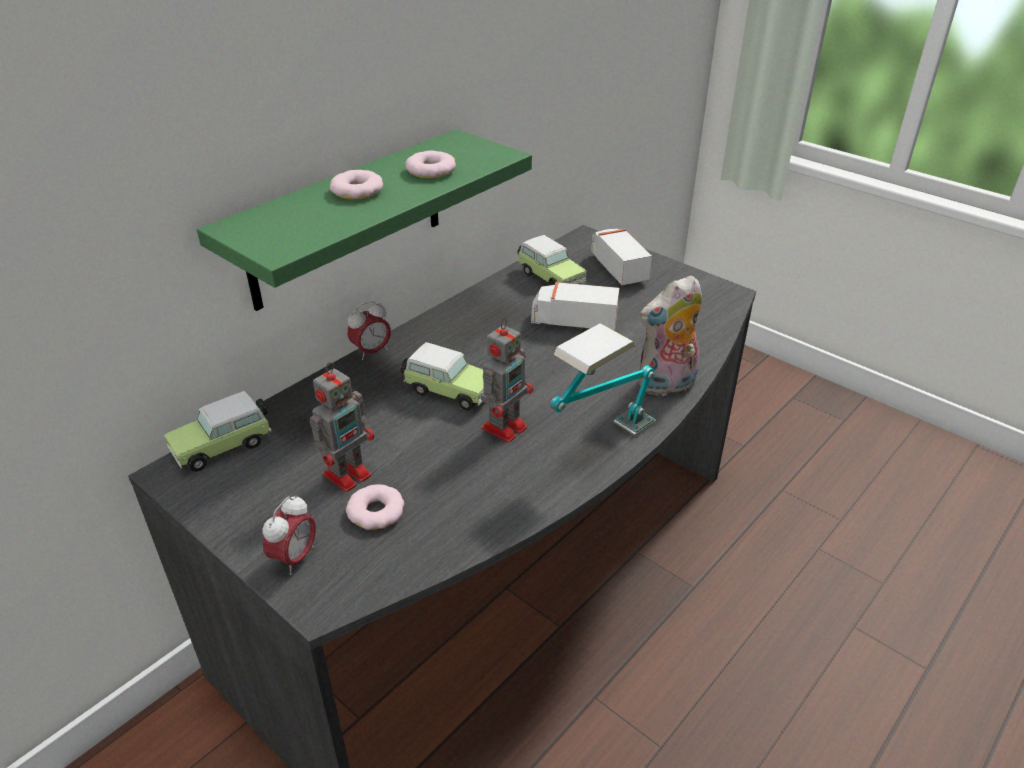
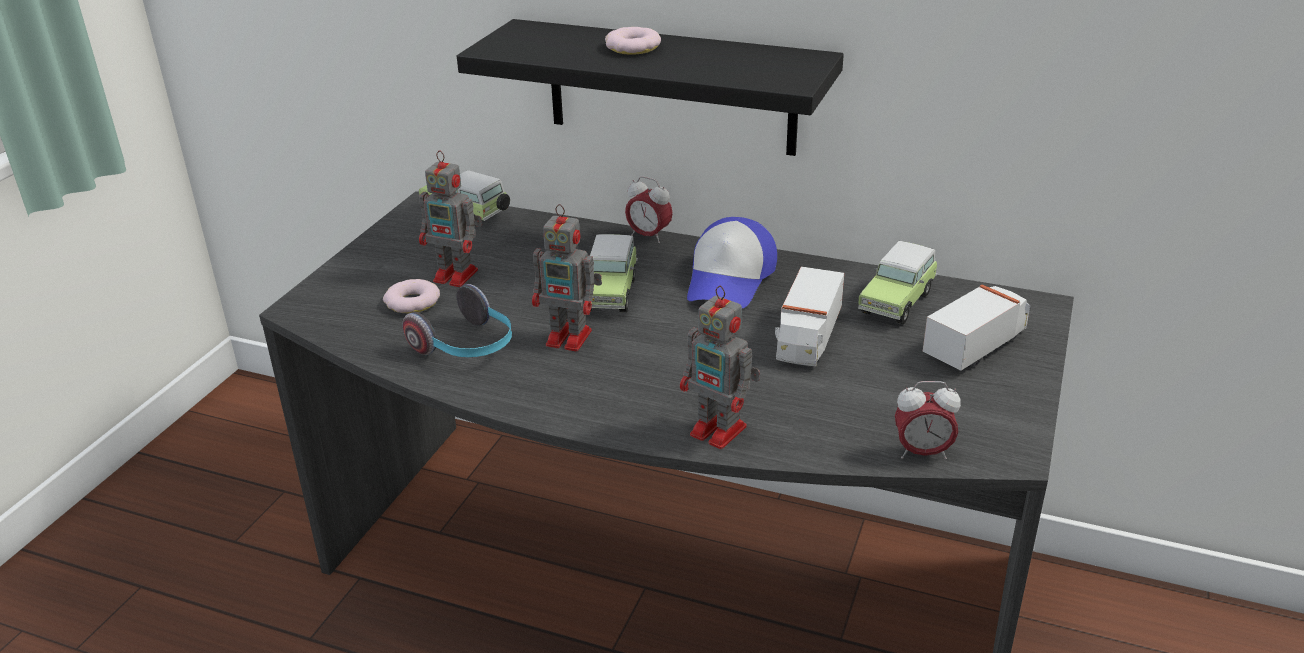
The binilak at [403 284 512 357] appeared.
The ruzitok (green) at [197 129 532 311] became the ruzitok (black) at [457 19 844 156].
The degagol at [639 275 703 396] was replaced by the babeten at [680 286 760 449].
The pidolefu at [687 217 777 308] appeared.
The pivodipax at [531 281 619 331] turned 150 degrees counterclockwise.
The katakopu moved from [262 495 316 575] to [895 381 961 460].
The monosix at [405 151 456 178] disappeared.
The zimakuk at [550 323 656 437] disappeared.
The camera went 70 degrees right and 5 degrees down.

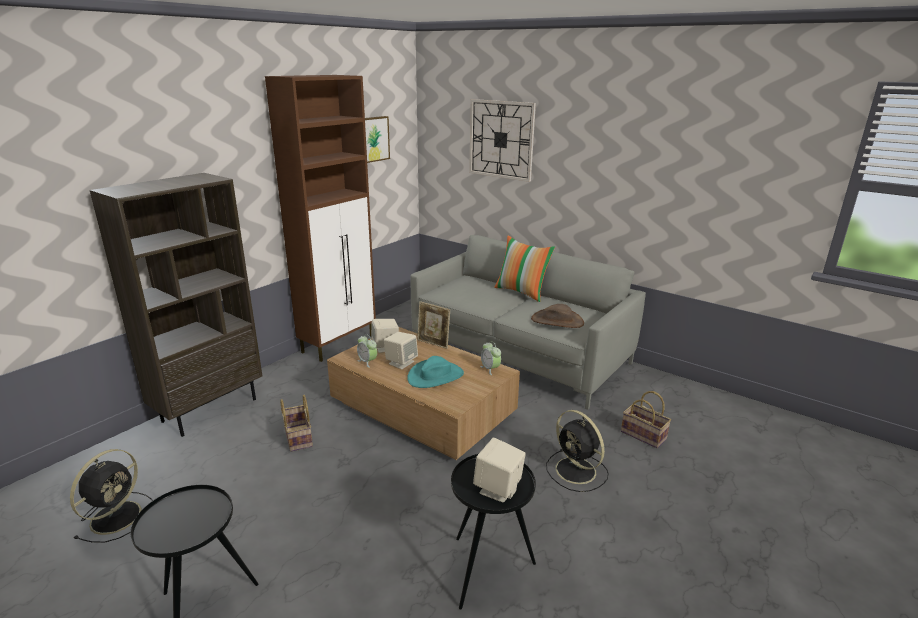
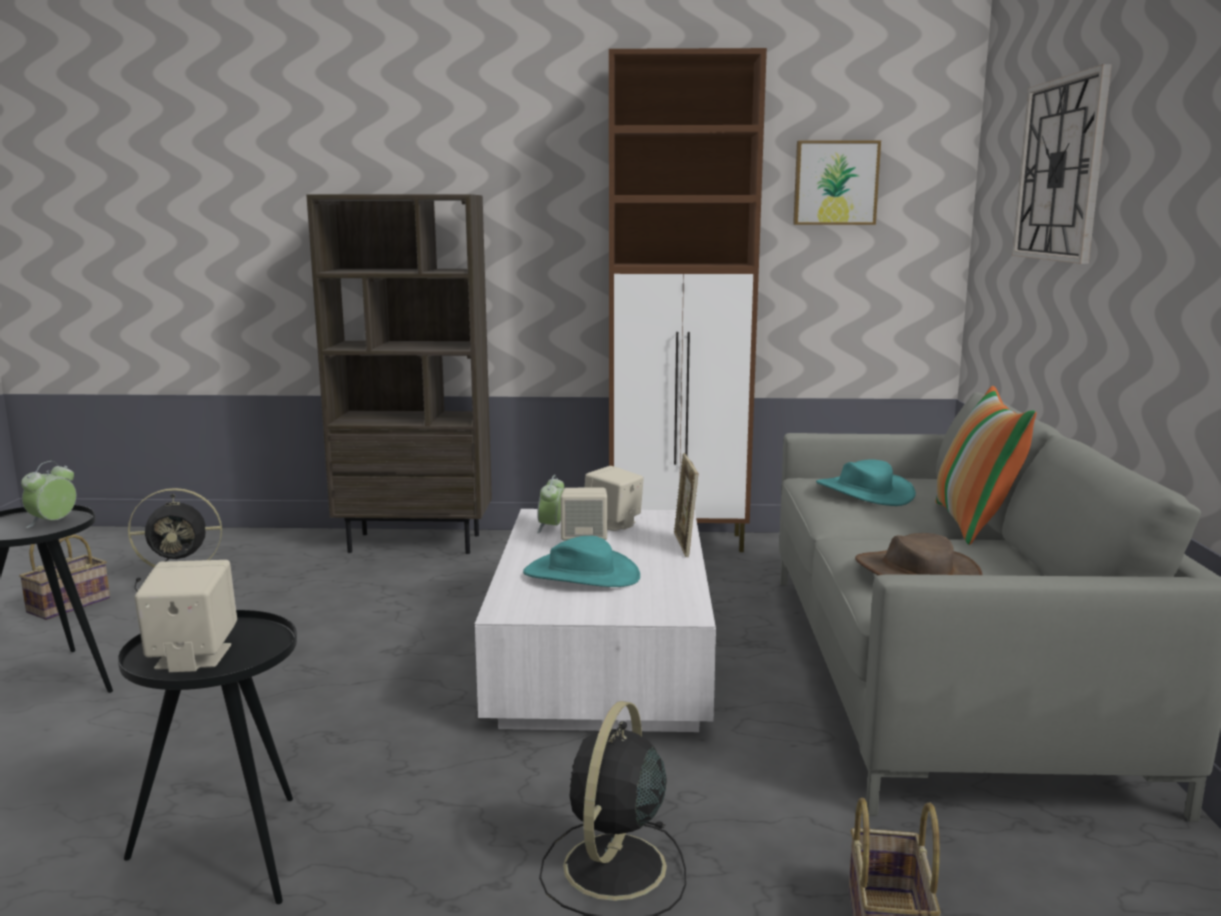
The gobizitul moved from [280 395 313 452] to [19 534 110 620].
The katakopu moved from [480 341 501 375] to [21 461 76 528].
The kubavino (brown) at [327 327 520 460] became the kubavino (white) at [475 509 716 732].
The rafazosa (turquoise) at [816 459 916 506] appeared.
The camera went 55 degrees right and 10 degrees down.

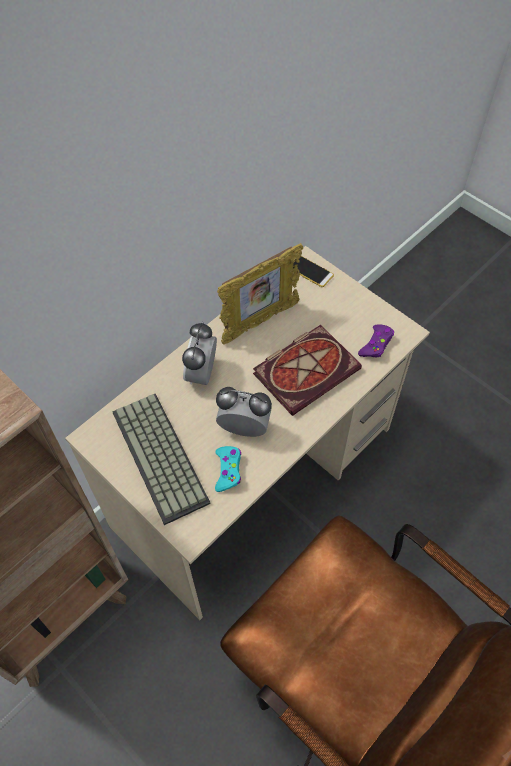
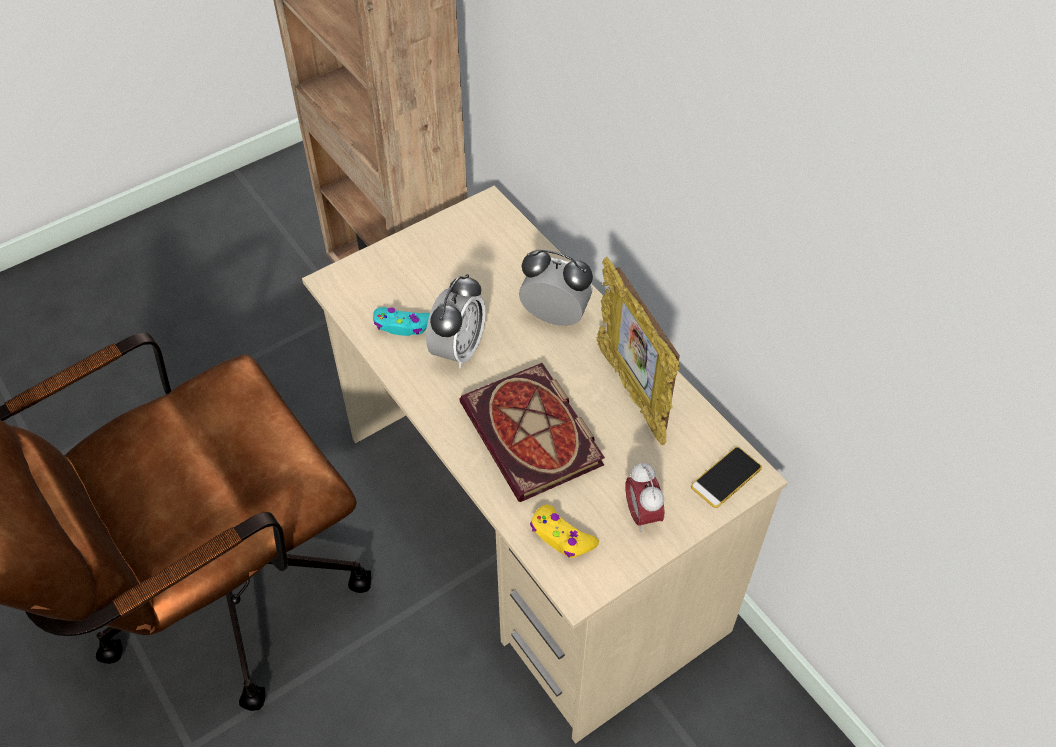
The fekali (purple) at [358 324 394 357] became the fekali (yellow) at [530 505 599 558].
The katakopu at [625 462 665 532] appeared.
The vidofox at [112 394 210 525] disappeared.
The camera went 100 degrees right and 5 degrees down.

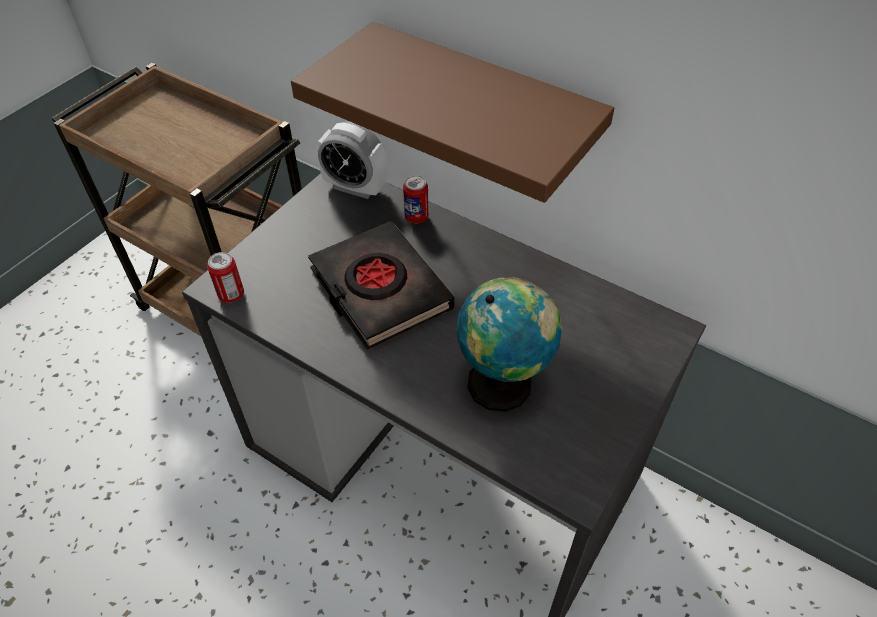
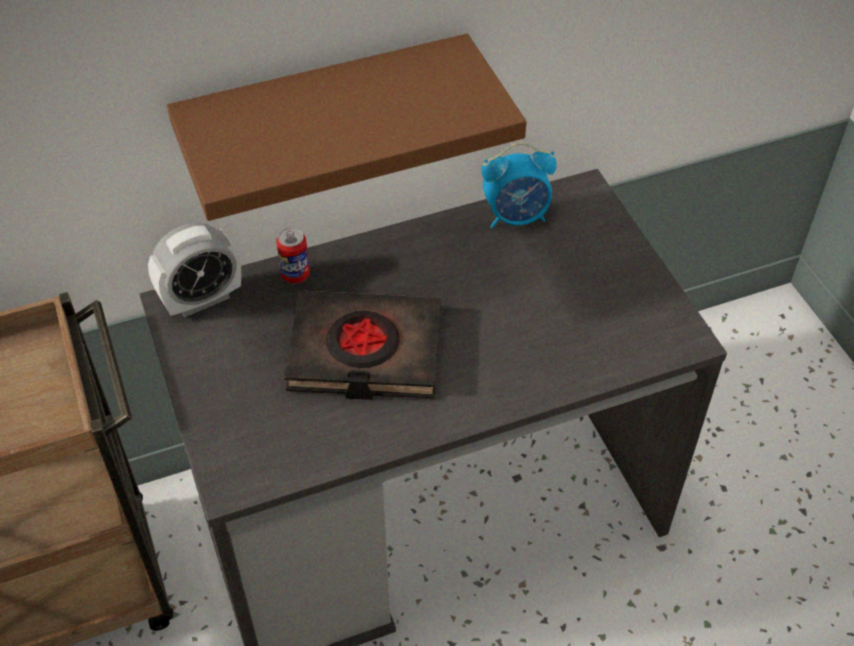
The katakopu at [482 142 557 229] appeared.
The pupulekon at [207 252 244 302] disappeared.
The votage at [457 277 562 412] disappeared.
The camera went 55 degrees left and 0 degrees up.

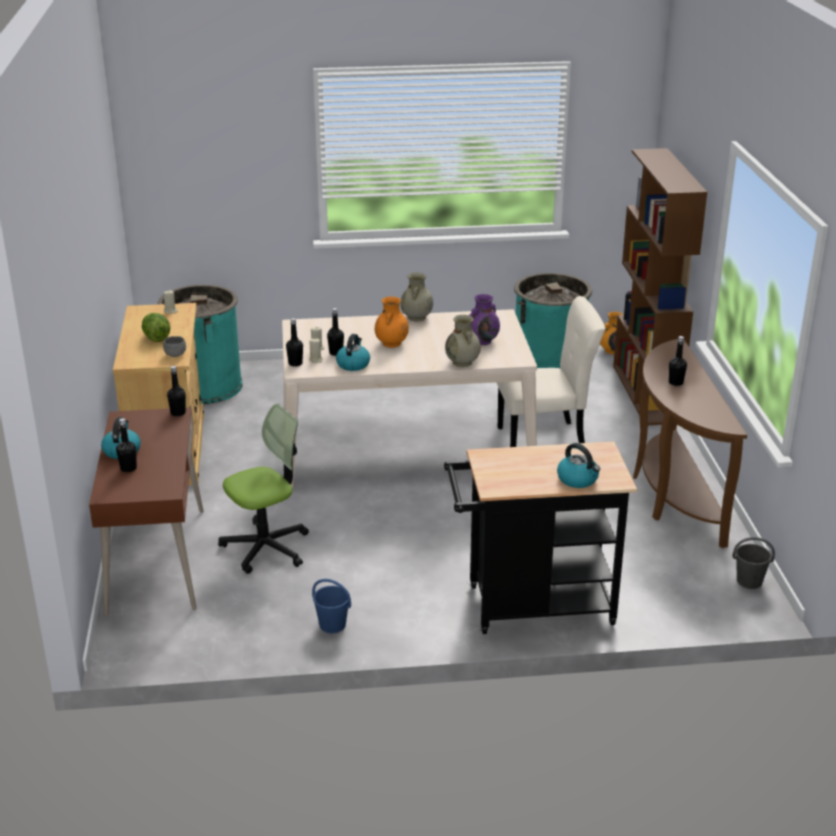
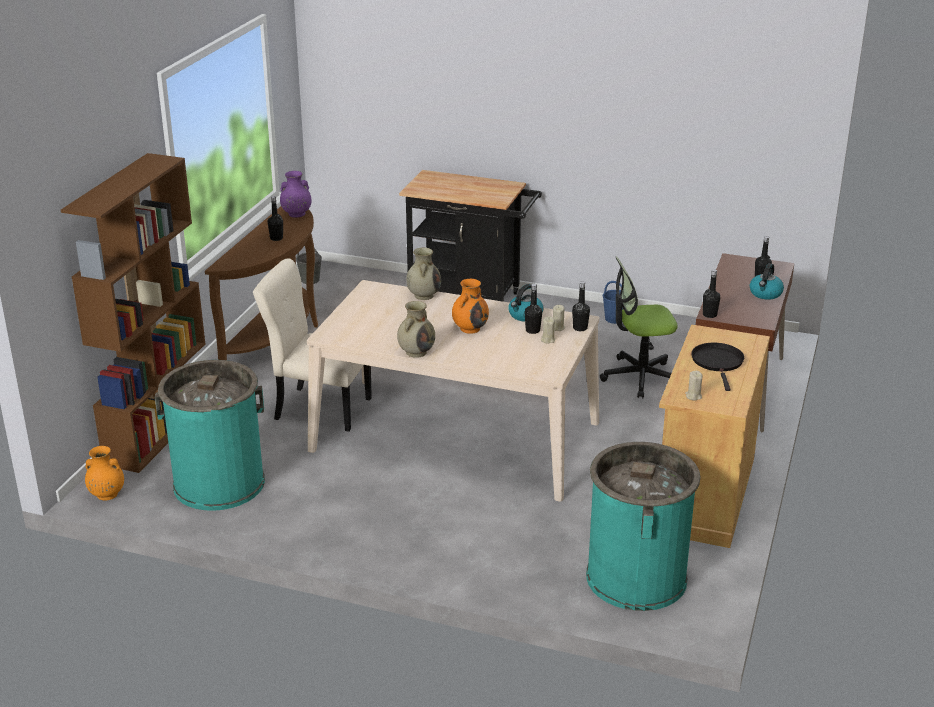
The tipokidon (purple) moved from [469 294 500 345] to [280 171 312 217].
The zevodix at [142 313 171 342] was replaced by the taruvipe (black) at [691 343 744 391].
The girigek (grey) at [163 336 186 357] disappeared.
The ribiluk at [557 443 600 488] disappeared.
The camera went 155 degrees left and 0 degrees up.

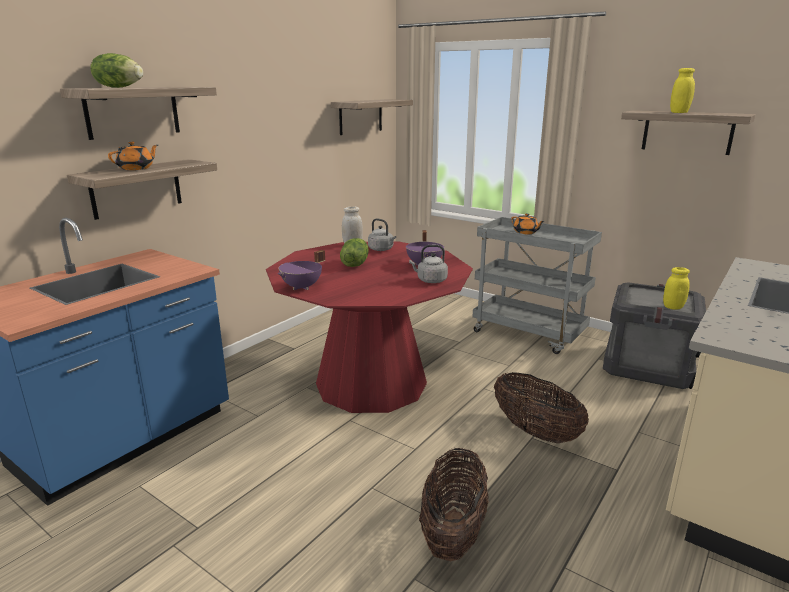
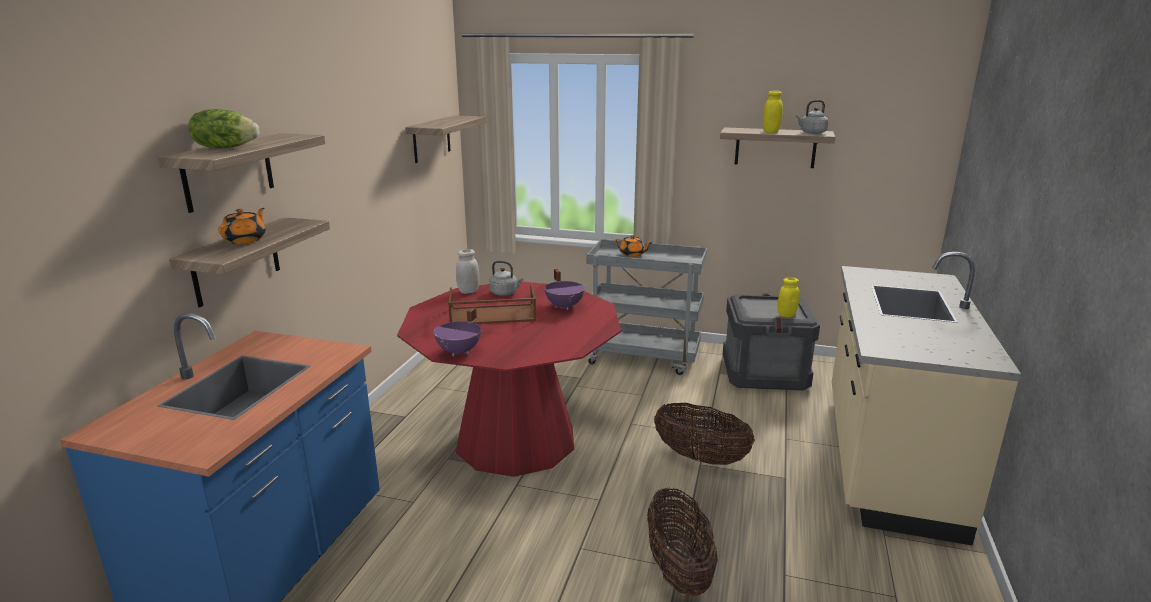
The zevodix at [340 238 369 267] was replaced by the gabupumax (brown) at [448 284 537 324].
The ribiluk (grey) moved from [409 245 448 283] to [796 100 829 134].
The camera went 20 degrees left and 0 degrees up.

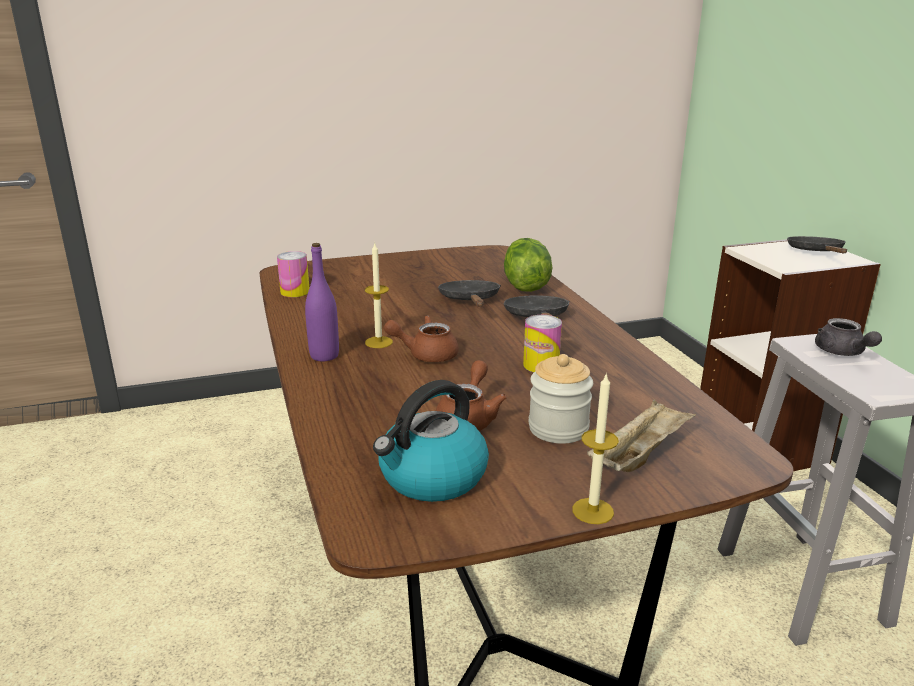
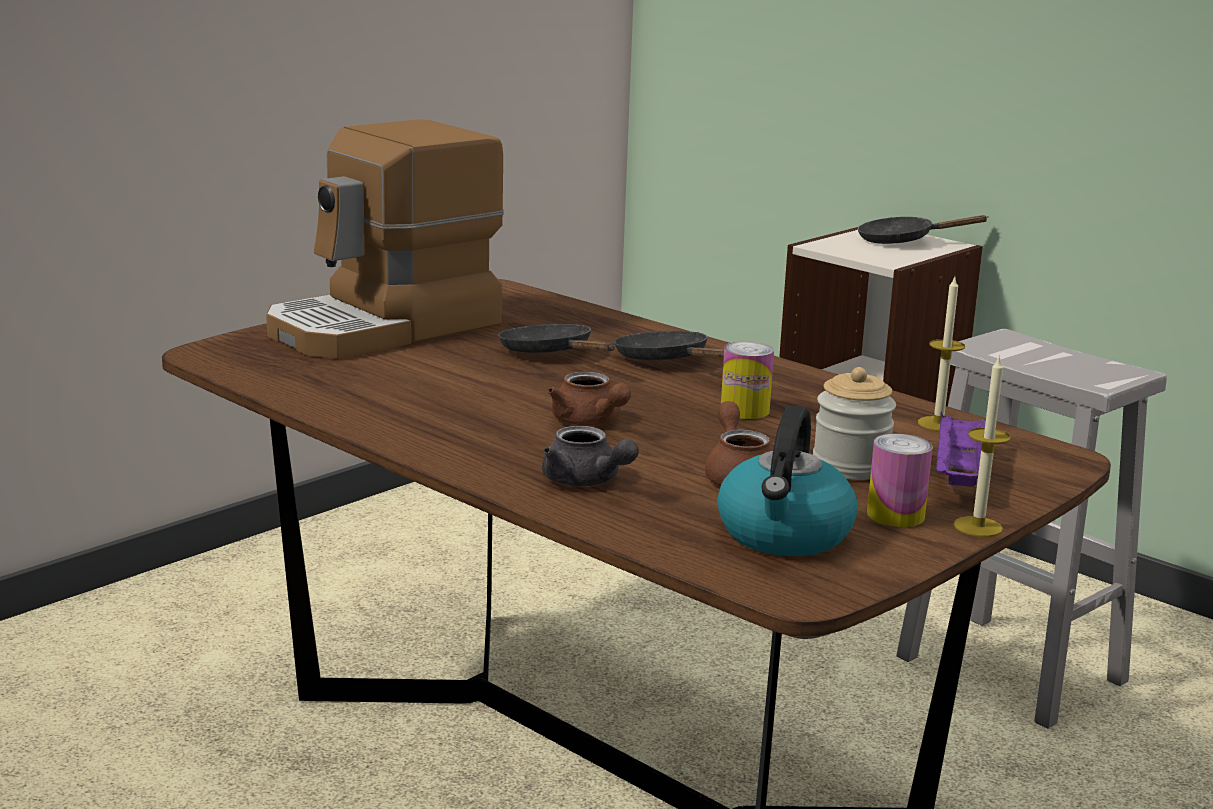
The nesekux at [266 119 504 359] appeared.
The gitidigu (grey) moved from [815 318 882 356] to [542 426 639 487].
The gitidigu (brown) at [384 315 459 362] turned 90 degrees counterclockwise.
The taruvipe (black) at [787 236 847 253] turned 60 degrees counterclockwise.
The pupulekon moved from [277 251 309 297] to [867 434 933 527].
The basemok moved from [365 243 393 348] to [918 277 965 431].
The gabupumax (beige) at [587 400 696 472] became the gabupumax (purple) at [936 412 986 487].
The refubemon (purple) at [305 243 339 361] disappeared.
The zevodix at [504 238 552 292] disappeared.
The camera went 30 degrees left and 5 degrees down.

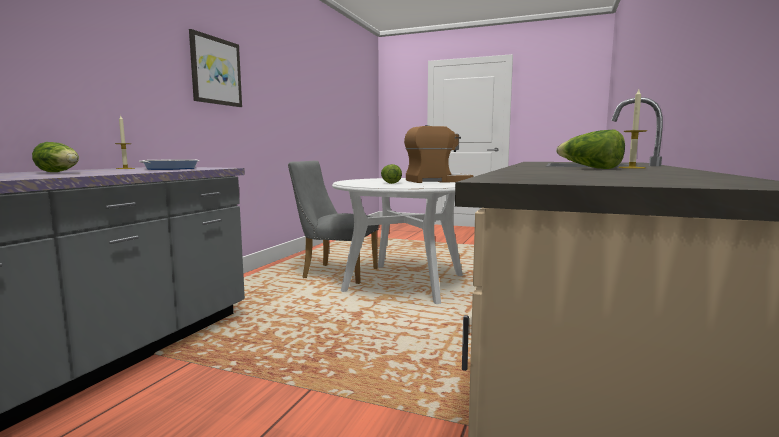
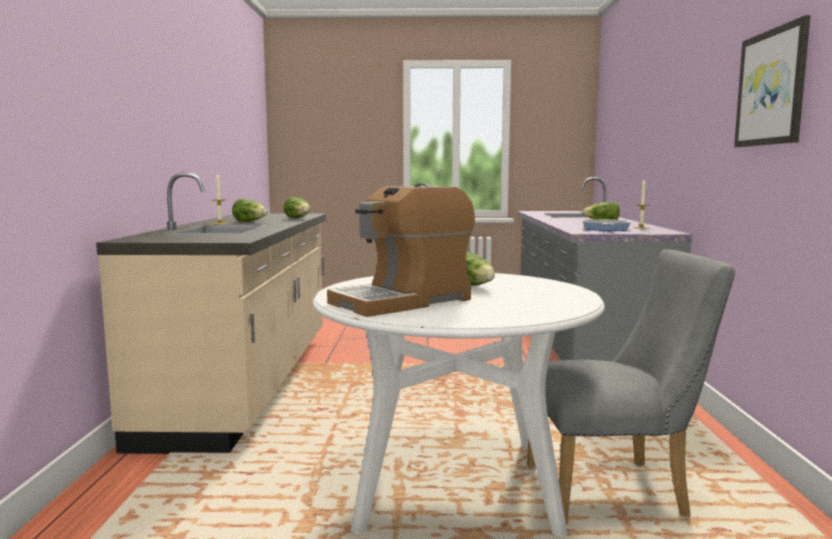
The zevodix at [284 197 310 218] appeared.
The camera went 160 degrees right and 0 degrees up.

